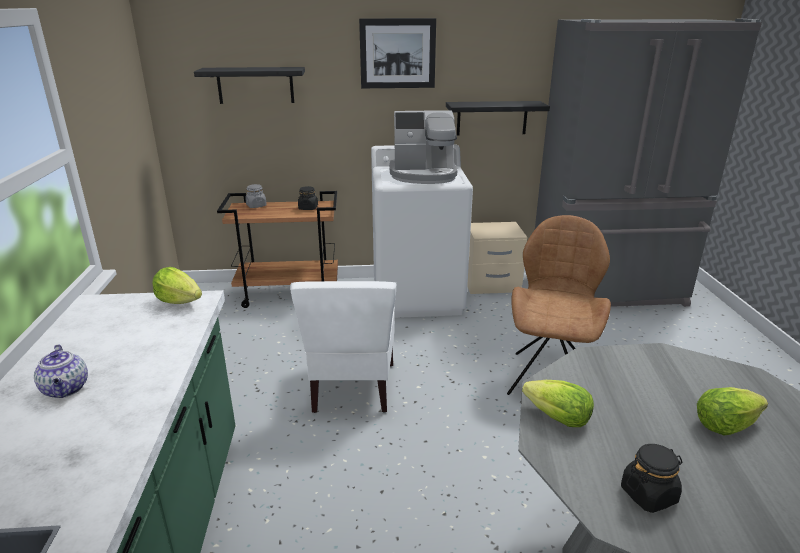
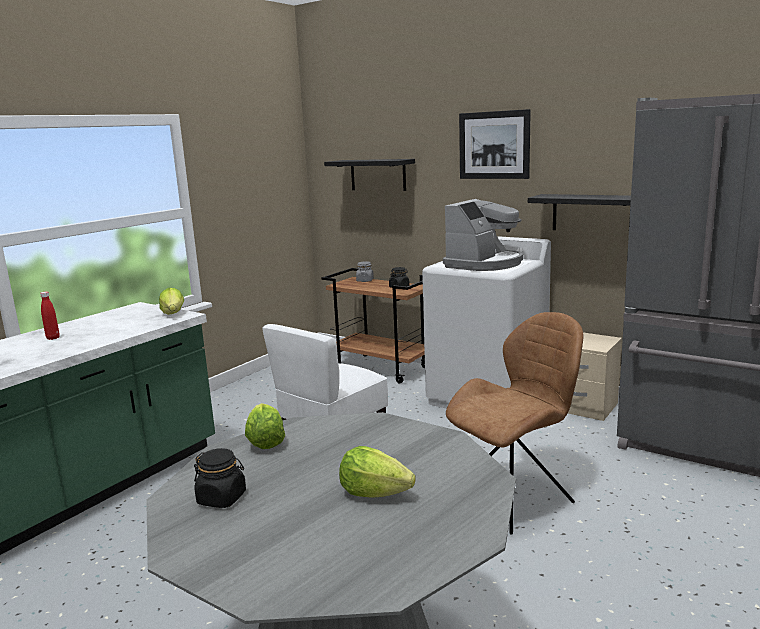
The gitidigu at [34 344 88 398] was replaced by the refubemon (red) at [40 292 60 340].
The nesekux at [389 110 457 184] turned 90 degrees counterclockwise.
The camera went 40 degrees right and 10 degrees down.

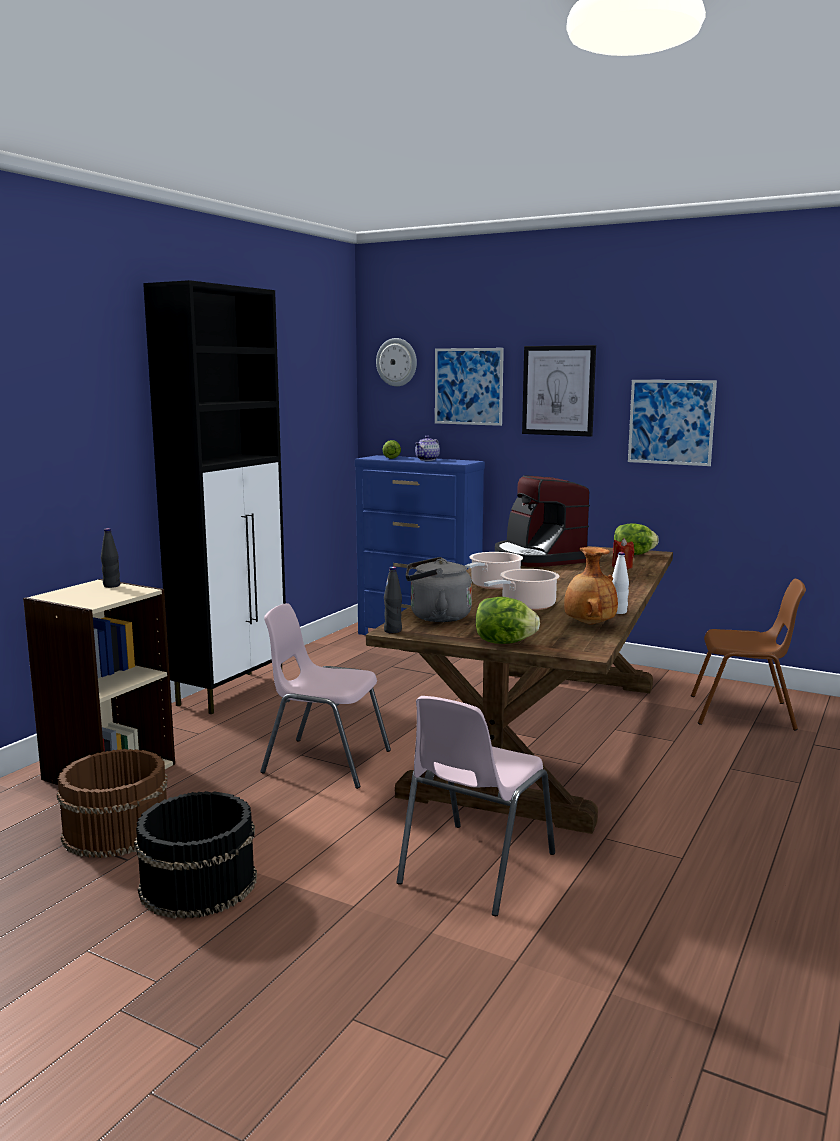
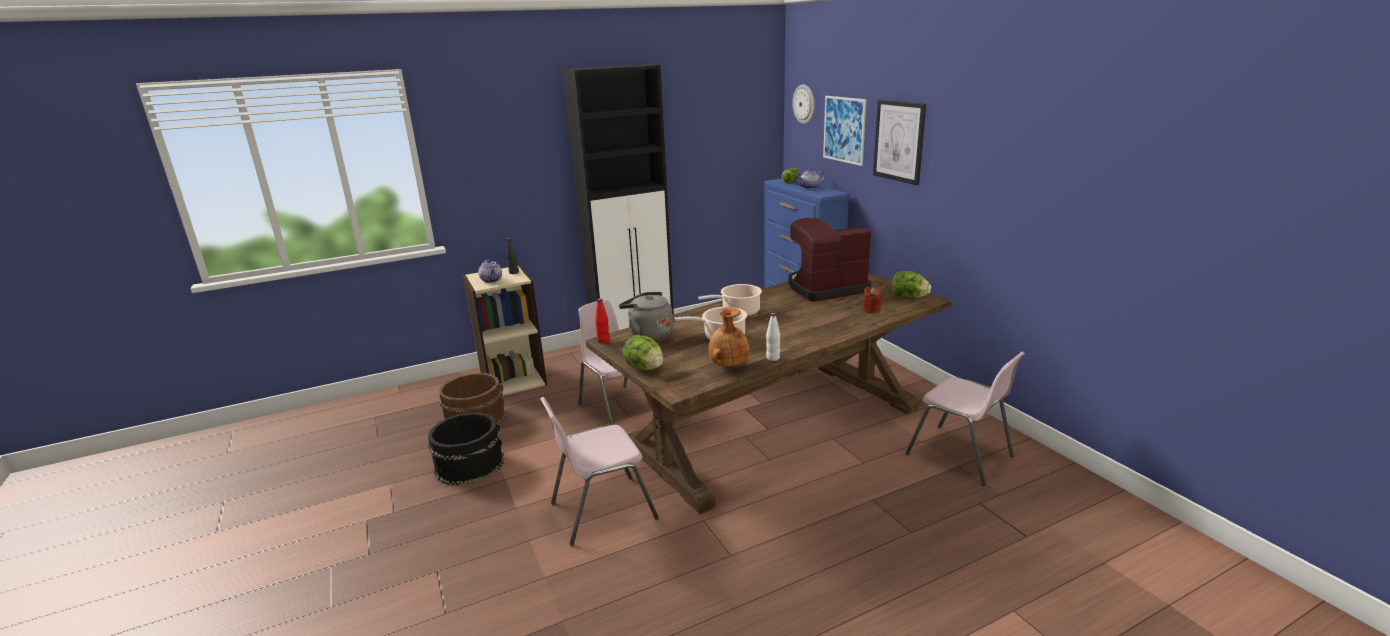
The gitidigu at [479 259 502 283] appeared.
The refubemon (black) at [384 567 402 633] became the refubemon (red) at [595 298 610 343].
The nesekux at [495 475 590 567] turned 60 degrees clockwise.
The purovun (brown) at [691 579 806 731] became the purovun (pink) at [905 352 1025 486].
The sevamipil at [628 380 717 466] disappeared.
The camera went 35 degrees right and 10 degrees up.

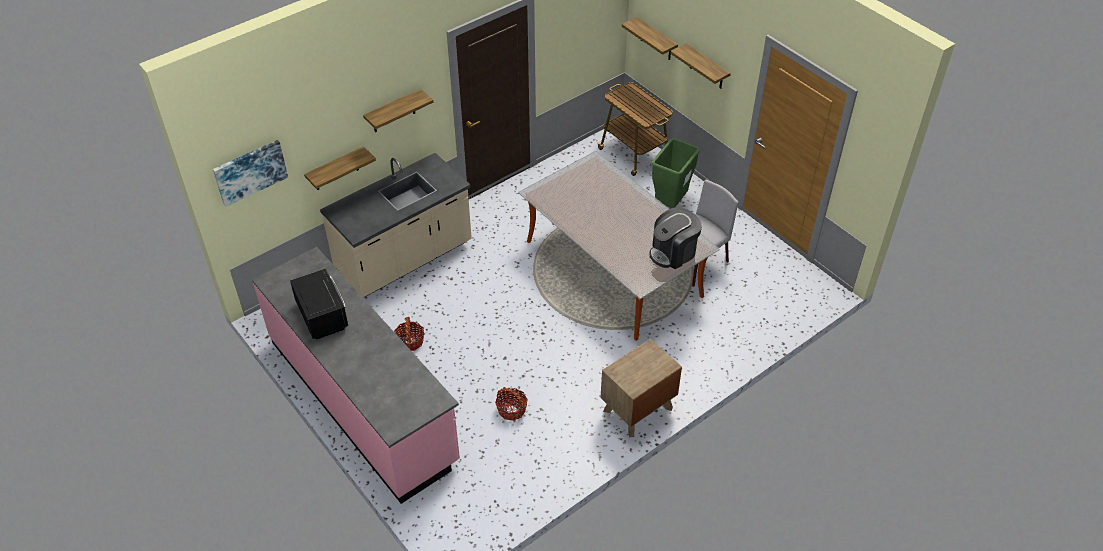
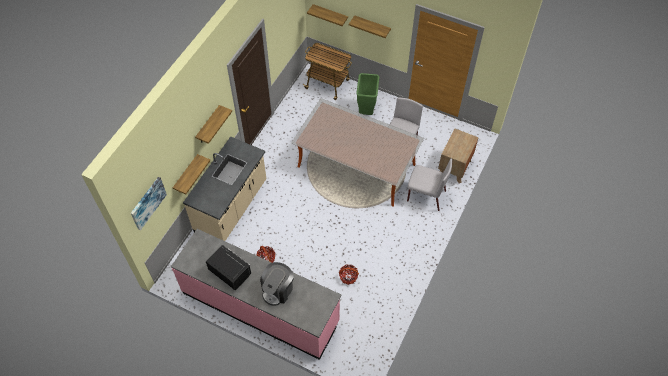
The nesekux moved from [649 207 702 269] to [260 262 293 305].
The purovun (grey) at [407 158 452 211] appeared.
The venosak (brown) moved from [600 339 682 437] to [438 129 479 184].
The camera went 25 degrees left and 10 degrees up.

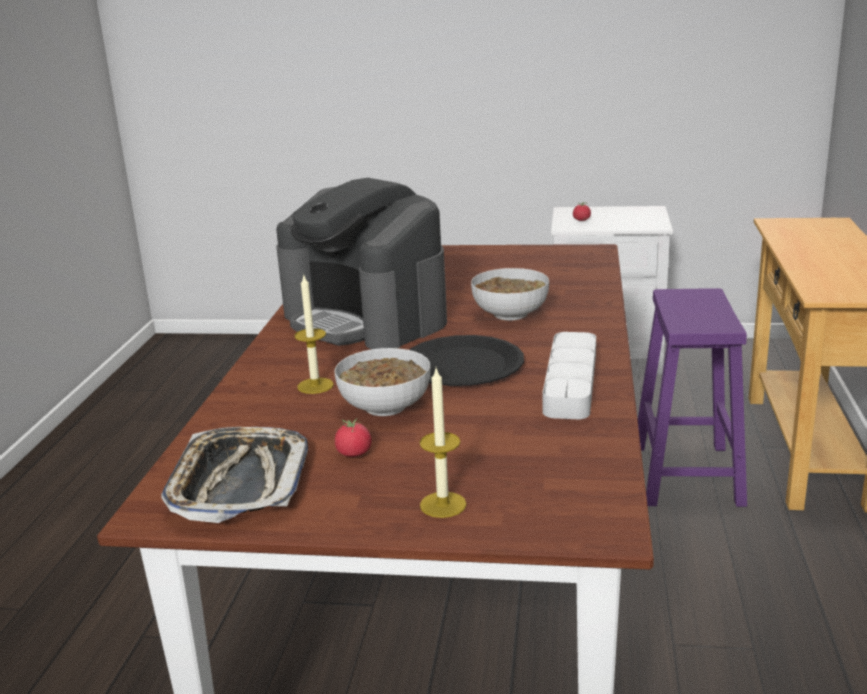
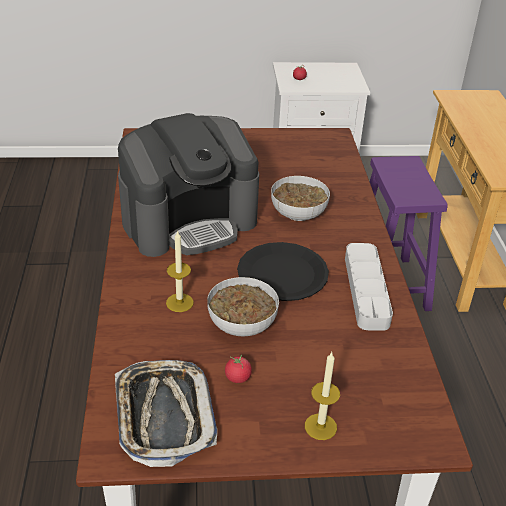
The nesekux at [276 178 447 349] turned 60 degrees counterclockwise.
The camera went 15 degrees left and 15 degrees up.

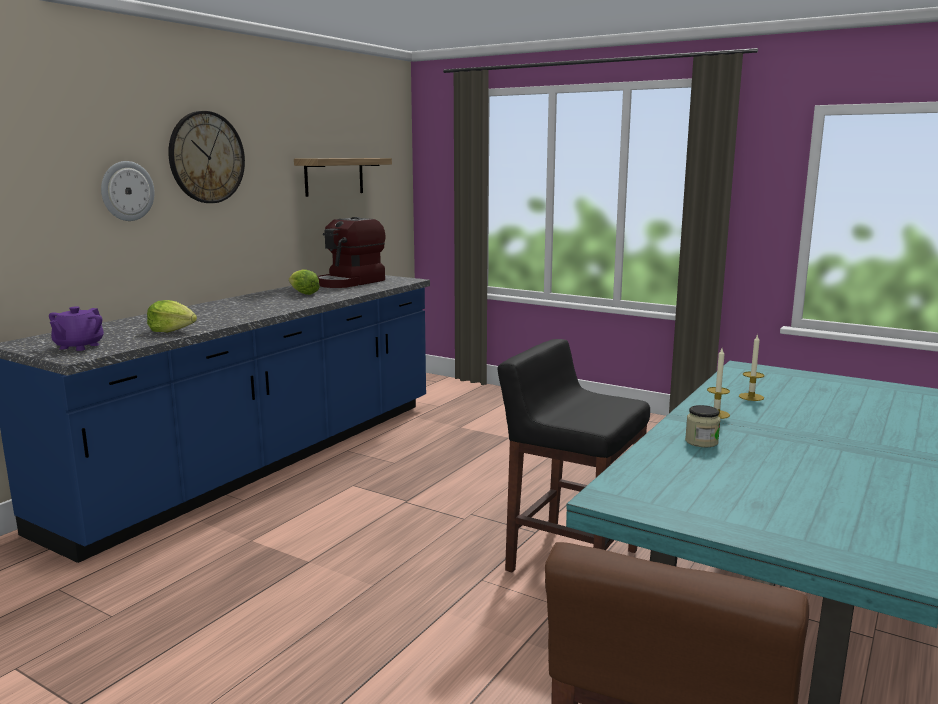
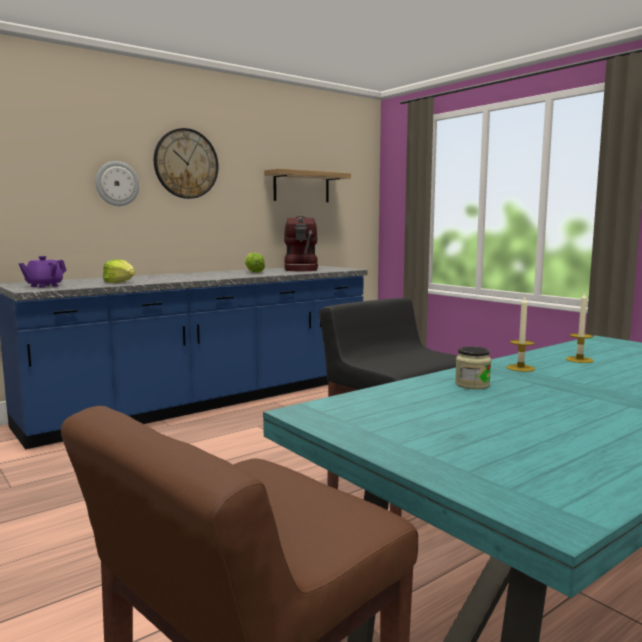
The nesekux at [317 217 385 288] turned 60 degrees counterclockwise.
The camera went 20 degrees right and 5 degrees down.

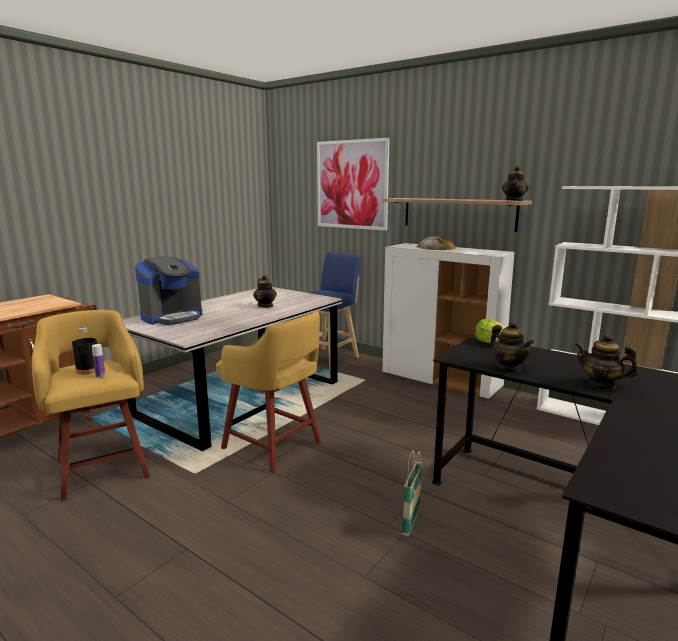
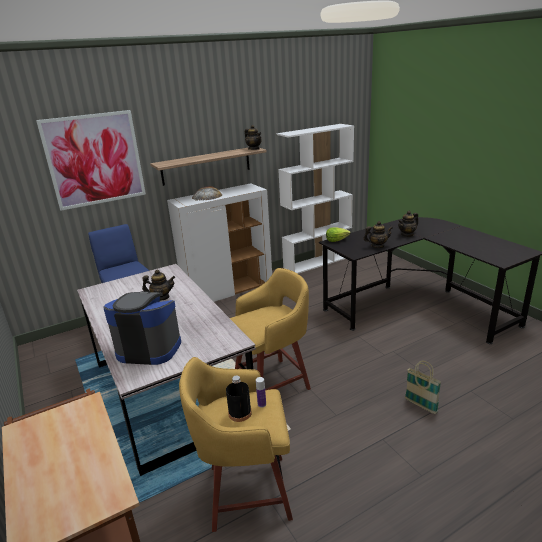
The nesekux at [135 257 202 325] turned 60 degrees counterclockwise.
The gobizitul moved from [402 450 422 537] to [405 361 441 414].
The camera went 65 degrees left and 10 degrees up.

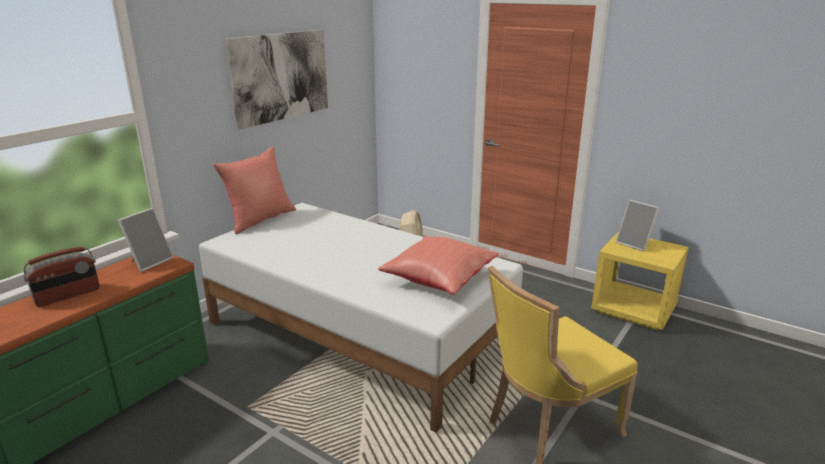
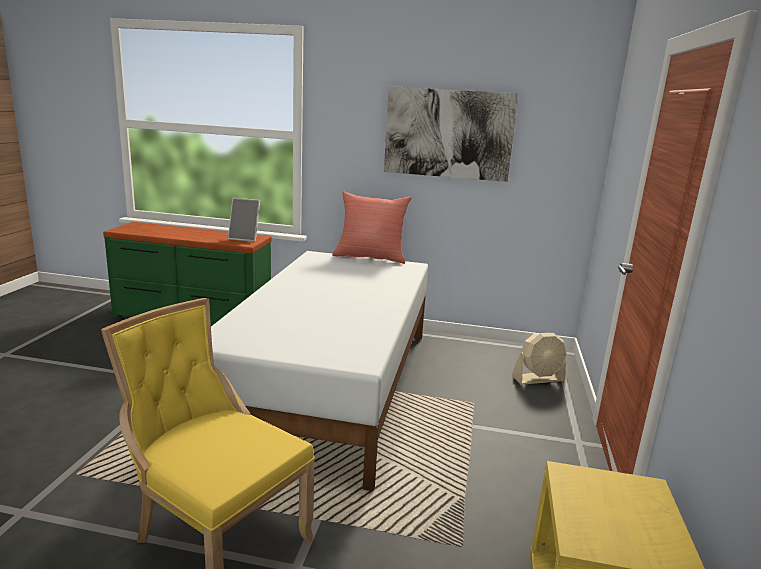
The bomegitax at [23 247 100 307] disappeared.
The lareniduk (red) at [378 236 499 295] disappeared.
The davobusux at [616 200 659 252] disappeared.
The camera went 65 degrees right and 5 degrees down.

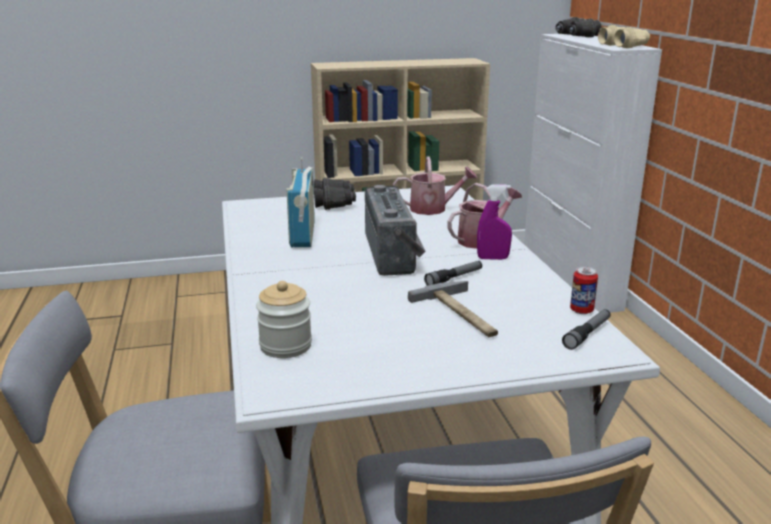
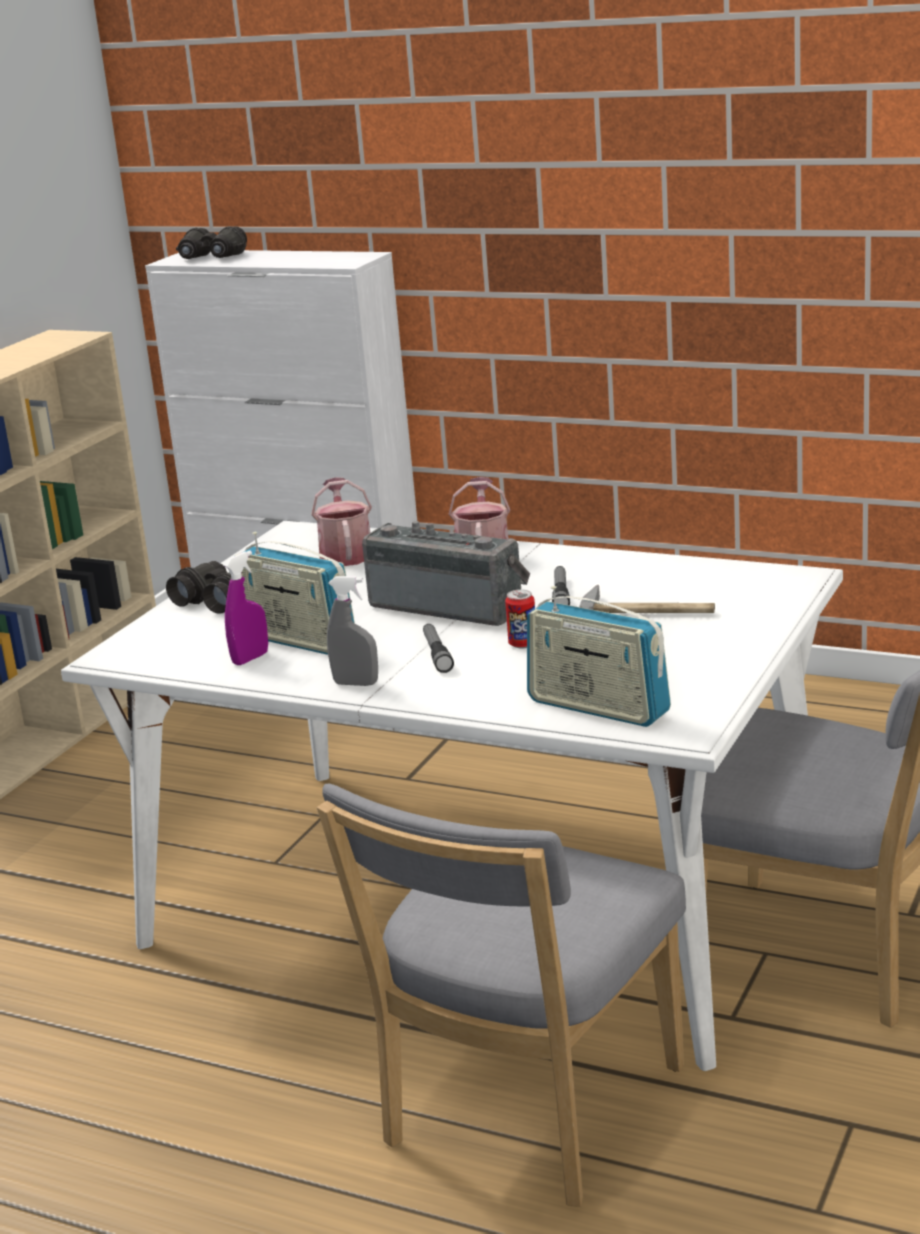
The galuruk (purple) moved from [477 185 512 260] to [224 550 268 665].
The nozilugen at [393 156 477 215] turned 45 degrees counterclockwise.
The galuruk (grey) at [327 576 378 686] appeared.
The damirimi moved from [562 309 611 350] to [423 624 454 673].
The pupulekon moved from [570 267 598 314] to [505 589 535 649].
The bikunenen at [256 281 312 358] was replaced by the bomegitax at [527 586 671 727].
The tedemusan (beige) at [598 25 650 48] disappeared.
The camera went 50 degrees left and 0 degrees up.

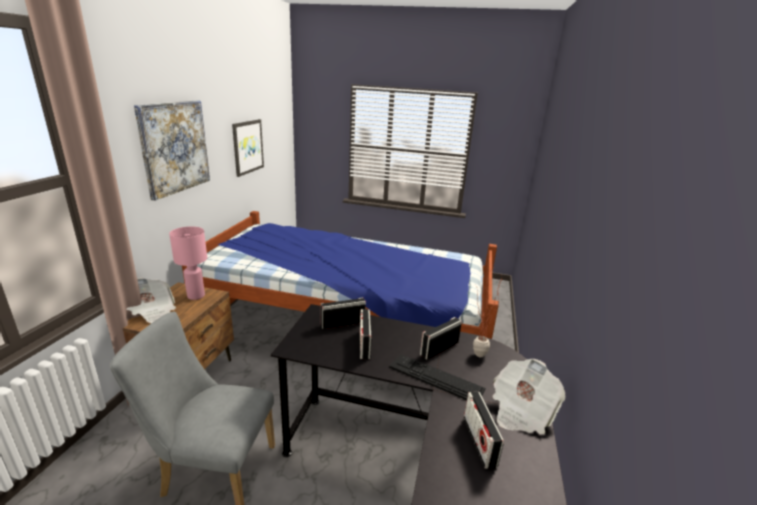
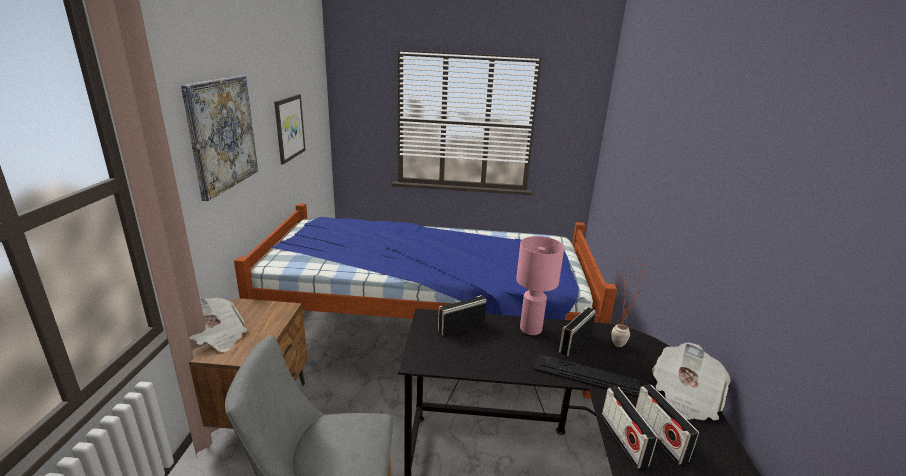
The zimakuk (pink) moved from [169 226 207 300] to [516 236 564 335].
The bomegitax moved from [360 309 372 359] to [601 387 658 469].
The camera went 10 degrees left and 0 degrees up.

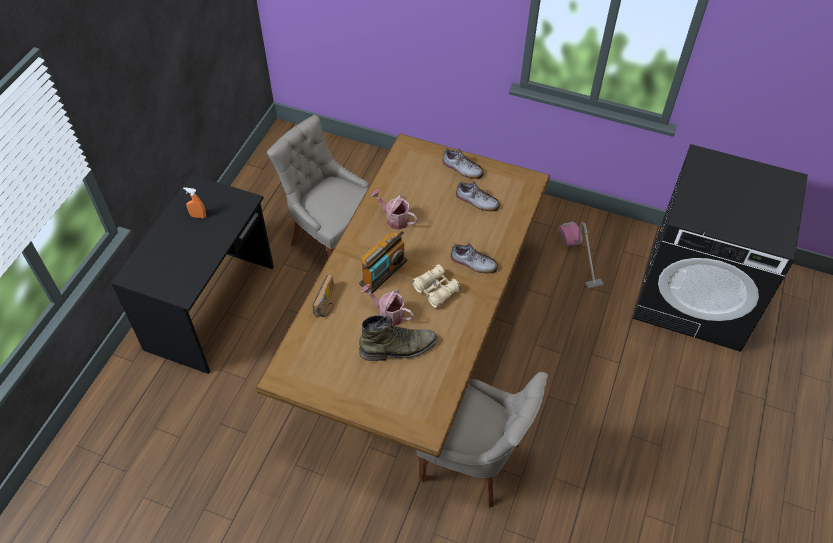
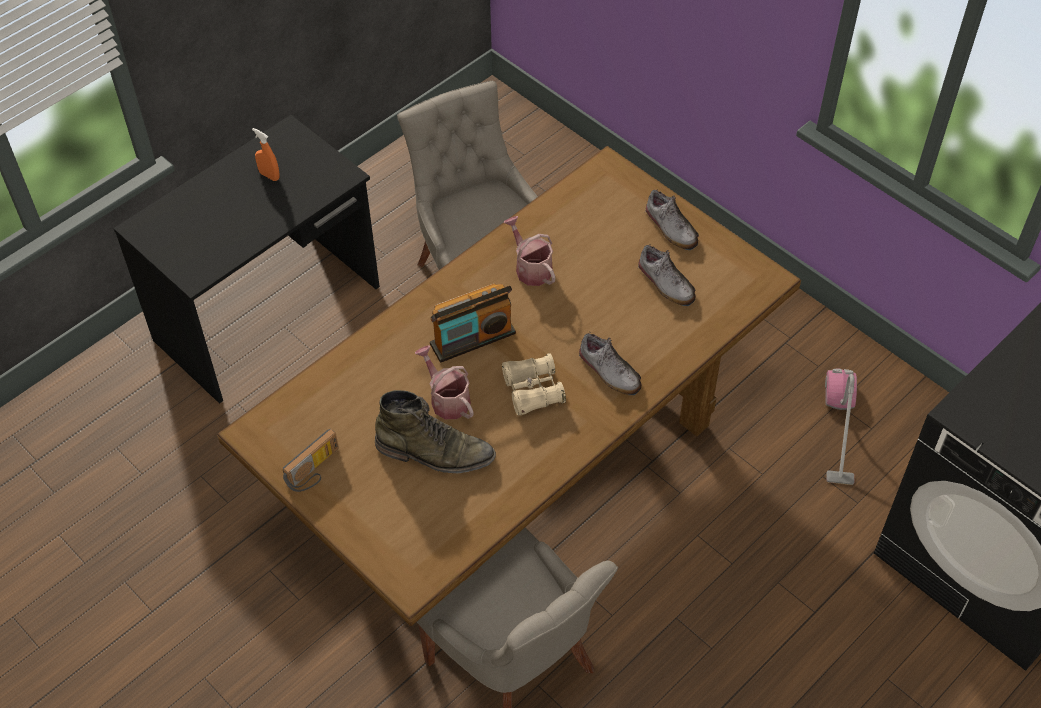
The bomegitax moved from [312 274 334 317] to [283 429 339 492].
The camera went 25 degrees right and 0 degrees up.

